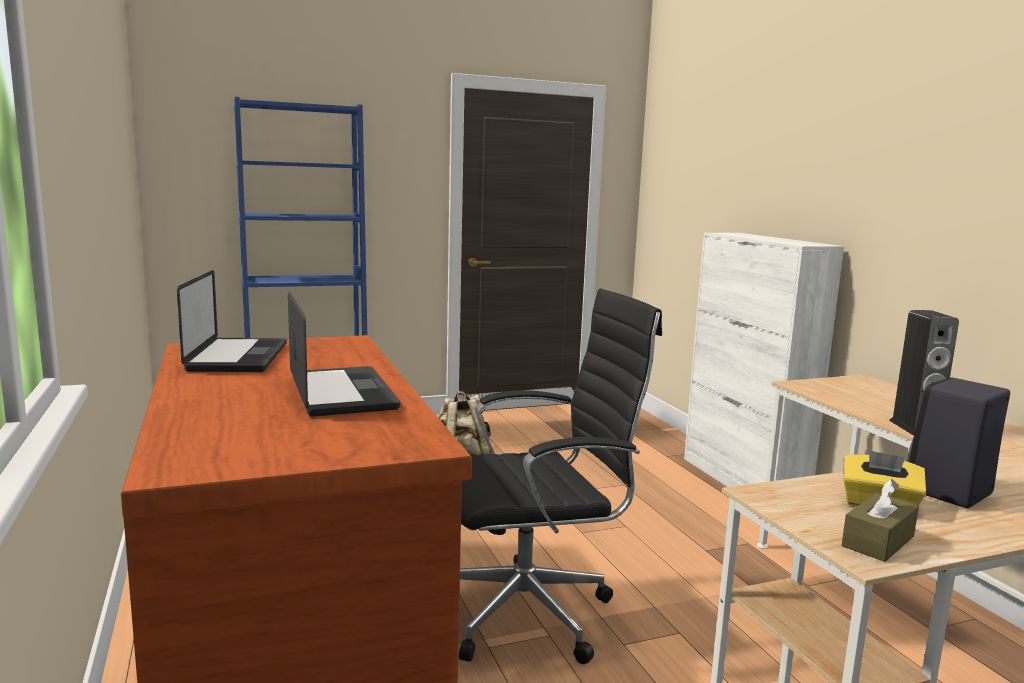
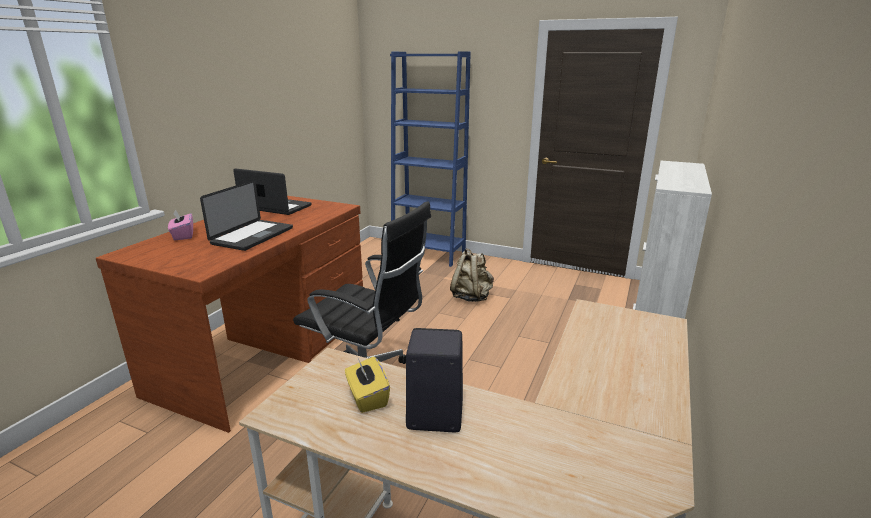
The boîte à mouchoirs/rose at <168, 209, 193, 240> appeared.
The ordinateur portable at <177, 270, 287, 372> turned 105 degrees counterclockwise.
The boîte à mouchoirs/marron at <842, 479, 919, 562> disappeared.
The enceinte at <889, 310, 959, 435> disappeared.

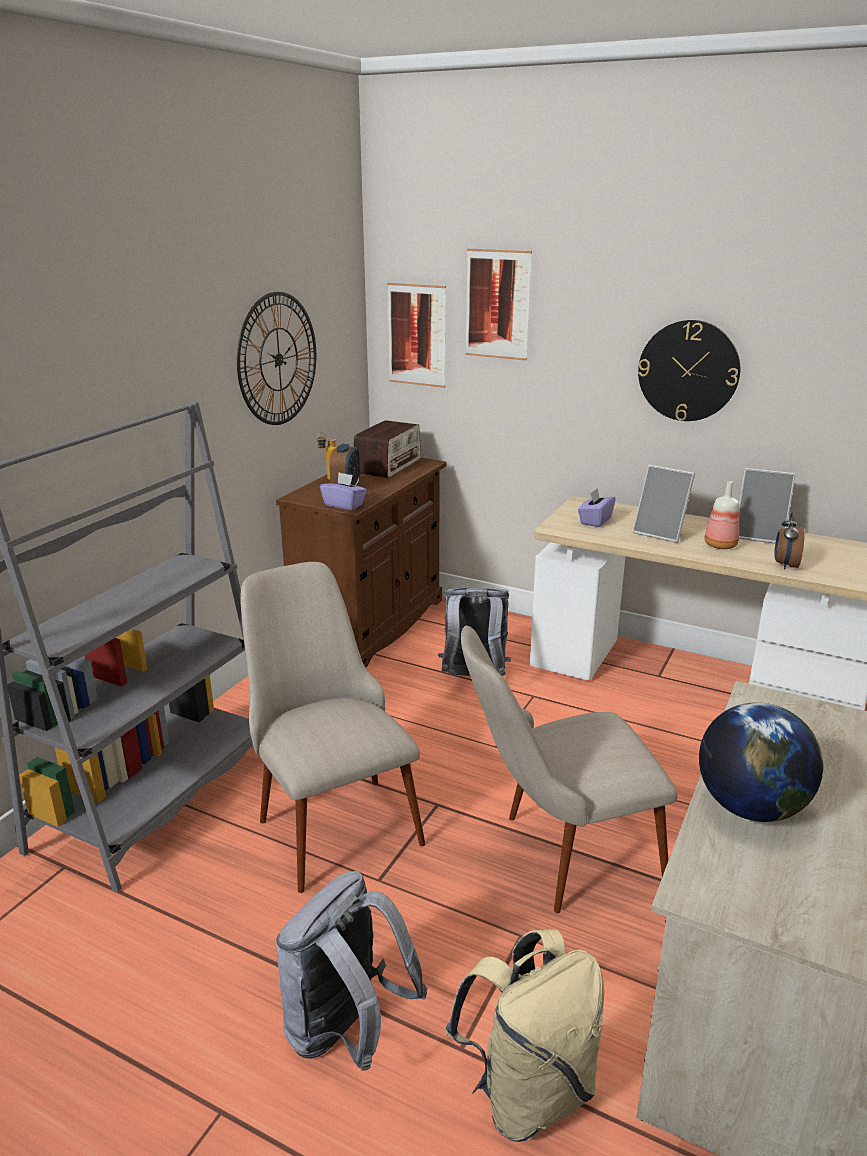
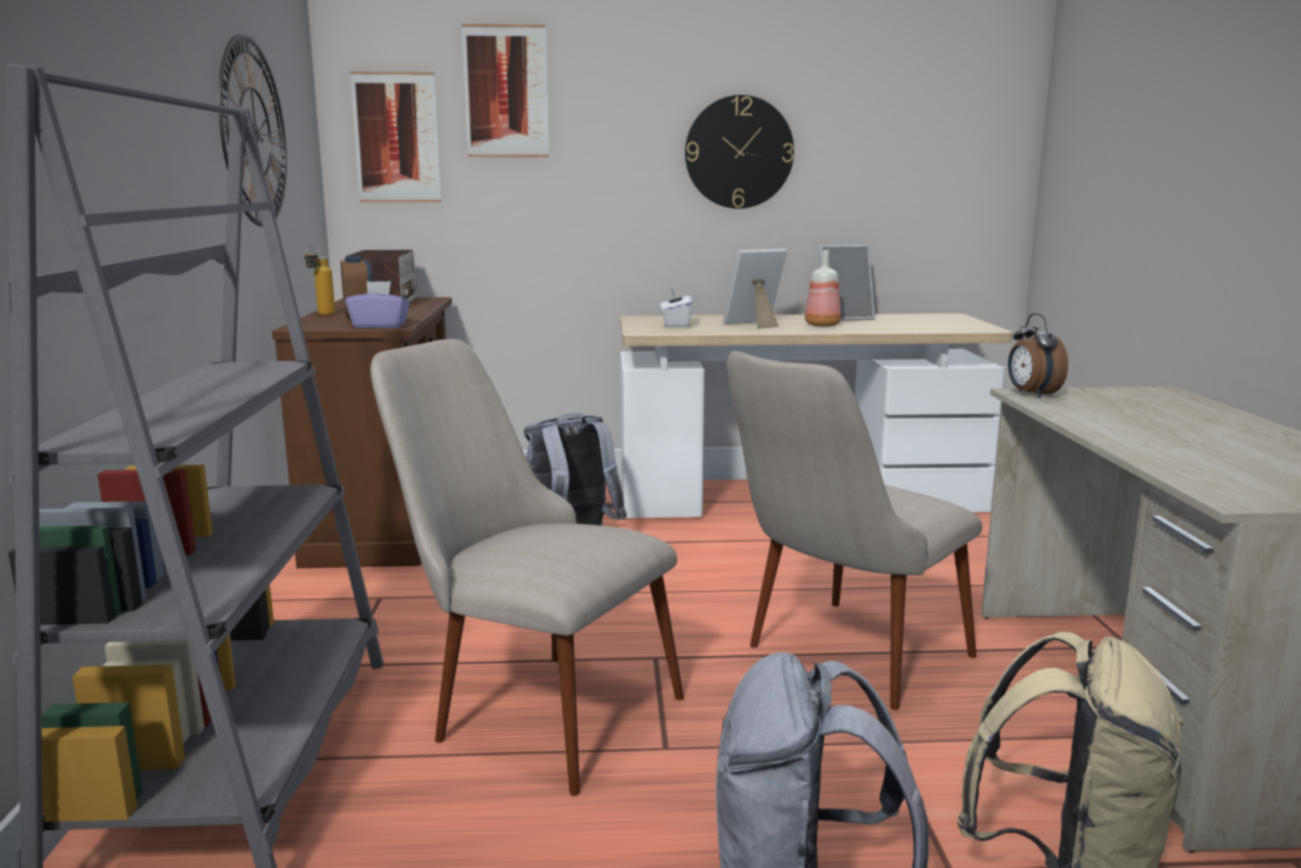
The boîte à mouchoirs/violet at <578, 488, 616, 527> became the boîte à mouchoirs/blanc at <660, 288, 692, 327>.
The cadre photo at <633, 464, 695, 543> turned 150 degrees clockwise.
The réveil moved from <774, 512, 805, 569> to <1008, 313, 1068, 398>.
The globe at <699, 702, 823, 822> disappeared.

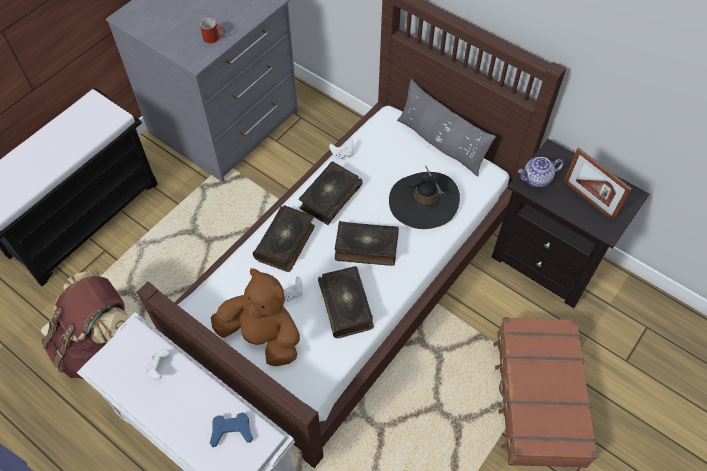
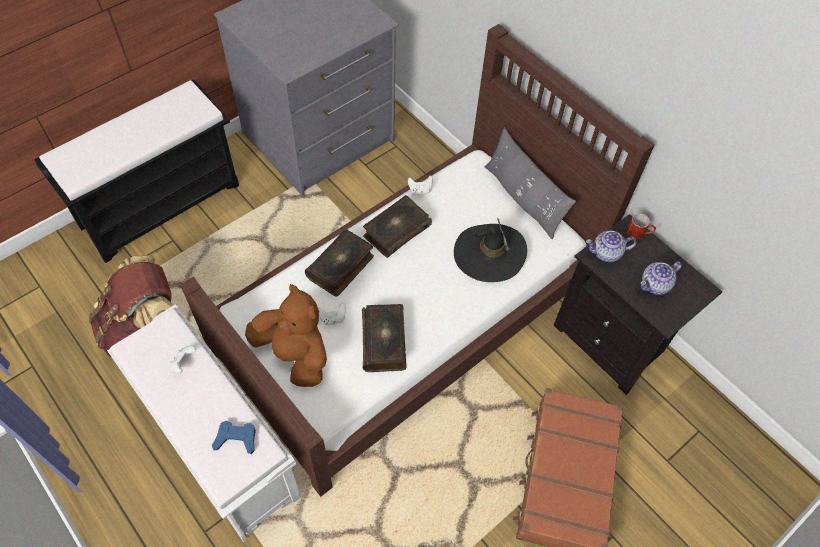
The mug/rouge moved from <200, 18, 225, 43> to <627, 213, 656, 239>.
The cadre photo at <564, 148, 632, 221> was replaced by the théière at <641, 261, 682, 295>.
The livre at <335, 221, 399, 266> disappeared.

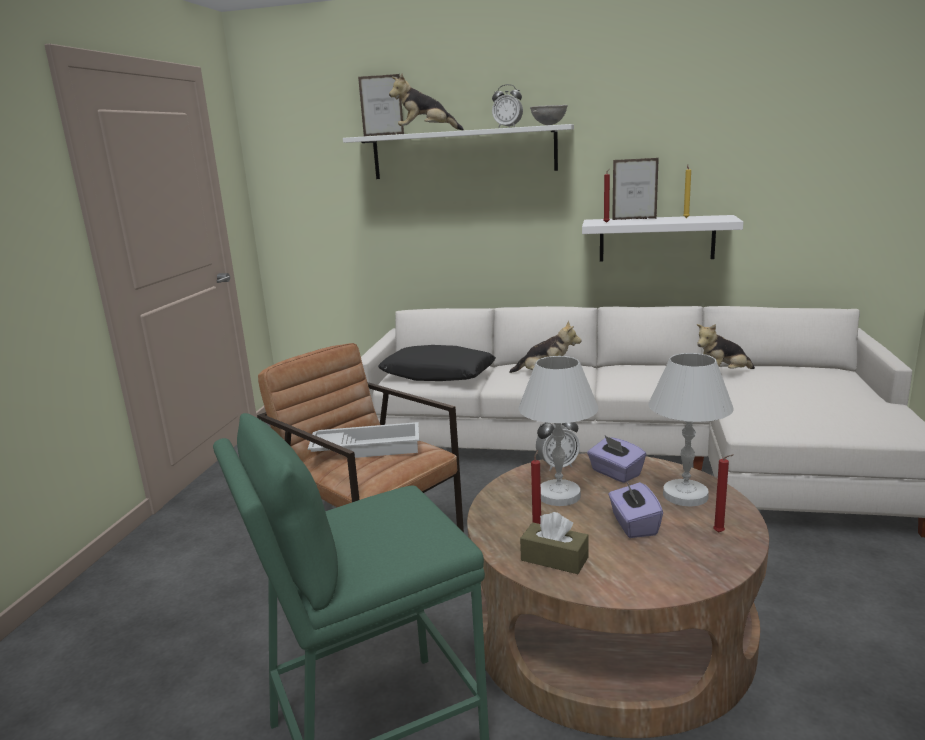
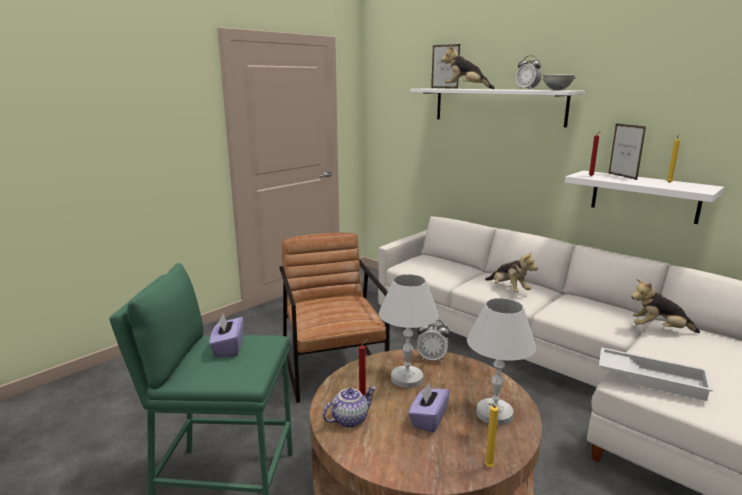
The boîte à mouchoirs/violet moved from <587, 436, 646, 483> to <209, 314, 244, 357>.
The boîte à mouchoirs/marron at <520, 512, 589, 574> was replaced by the théière at <322, 386, 376, 428>.
The bougie/jaune at <485, 404, 499, 467> appeared.
The plateau/blanc moved from <308, 422, 419, 458> to <599, 347, 713, 401>.
The cadre photo at <612, 158, 659, 220> turned 150 degrees counterclockwise.
The coussin/noir at <378, 345, 496, 381> disappeared.
The bougie/rouge at <713, 454, 734, 533> disappeared.

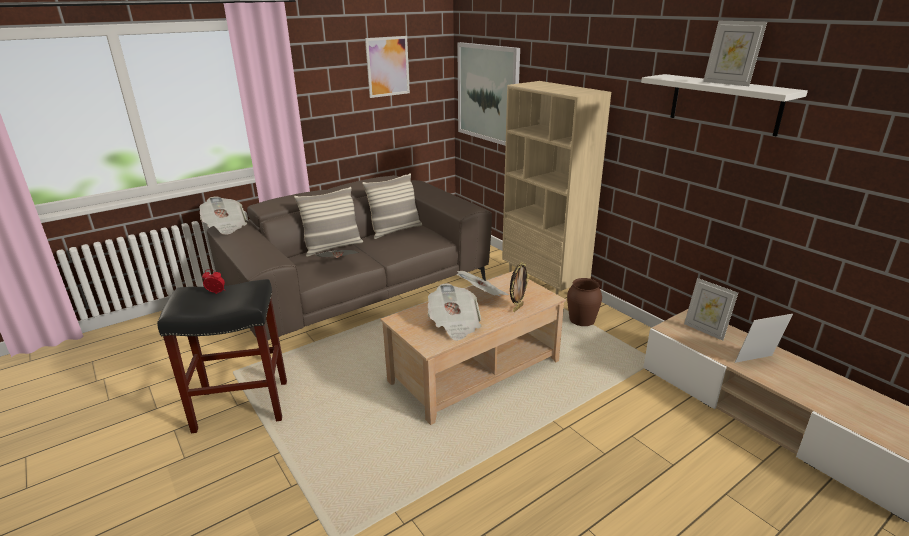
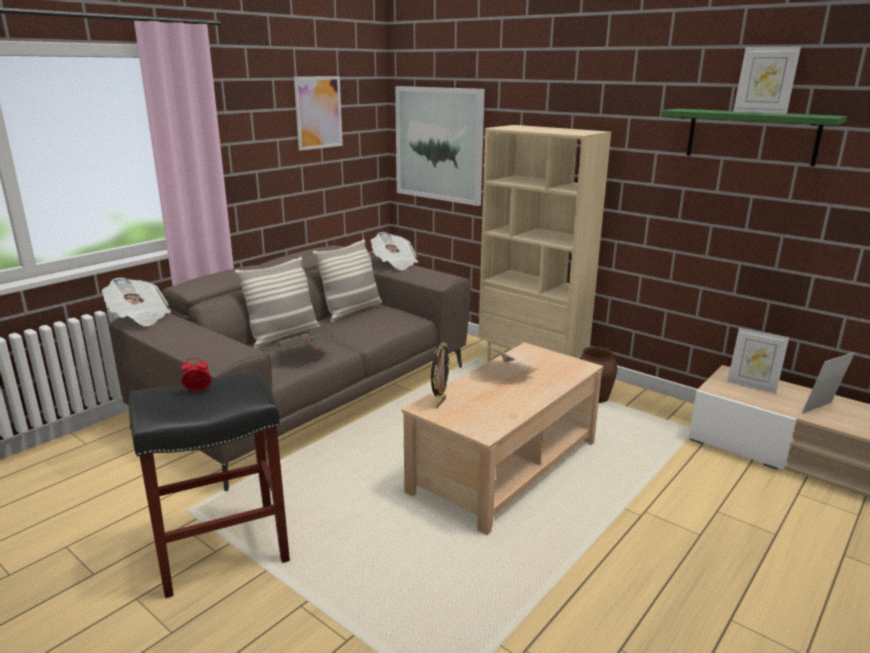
The journal moved from <428, 283, 482, 341> to <371, 232, 418, 270>.
The cadre photo moved from <510, 263, 529, 312> to <431, 342, 450, 408>.
The étagère/blanc at <641, 74, 808, 136> became the étagère/vert at <661, 109, 847, 166>.

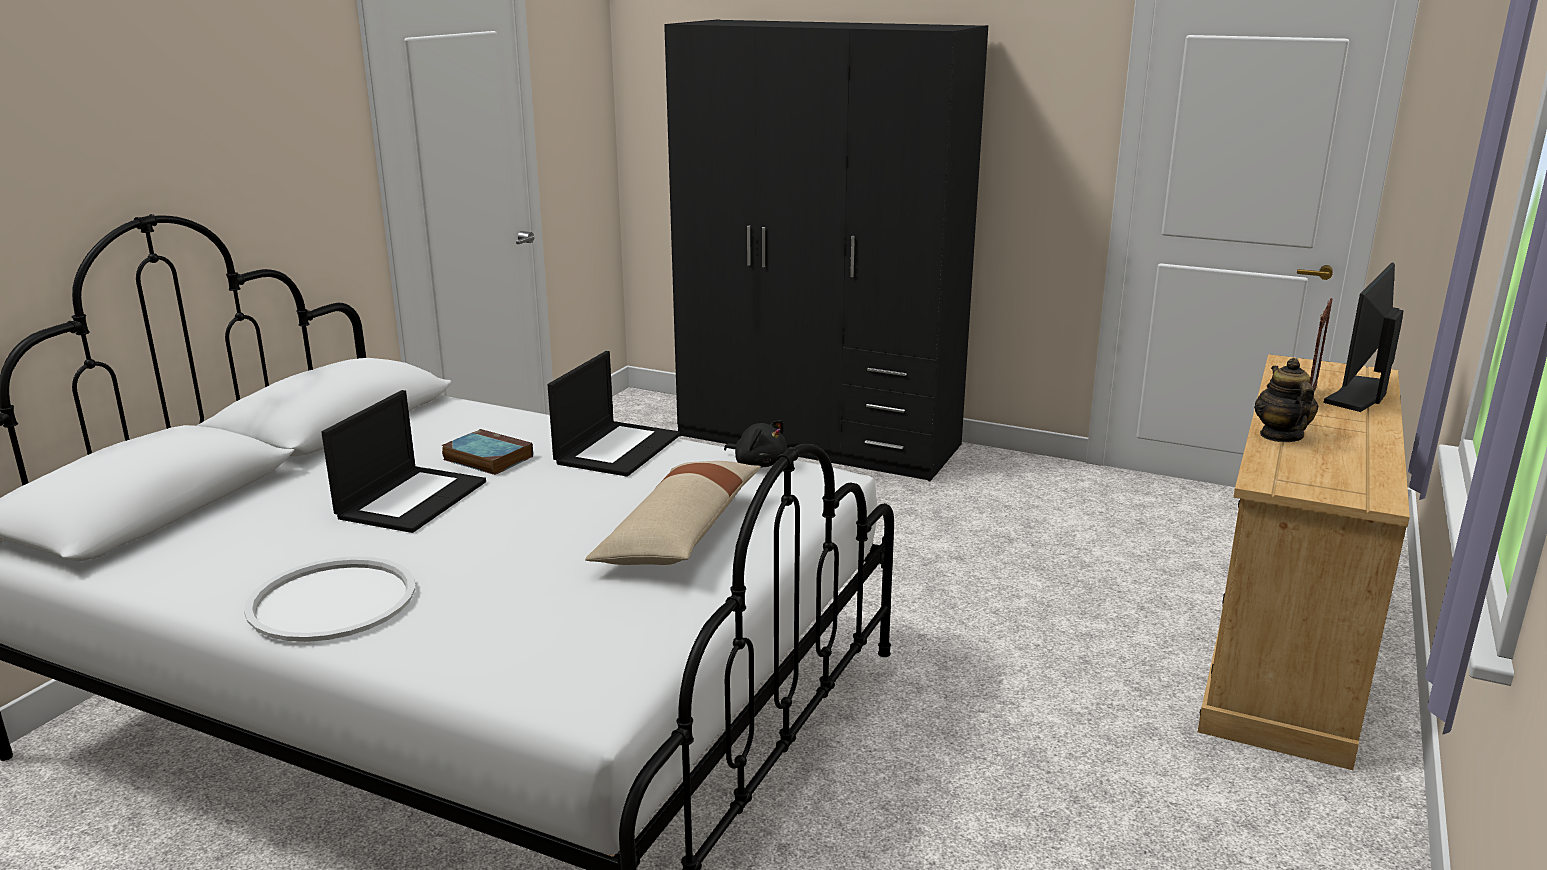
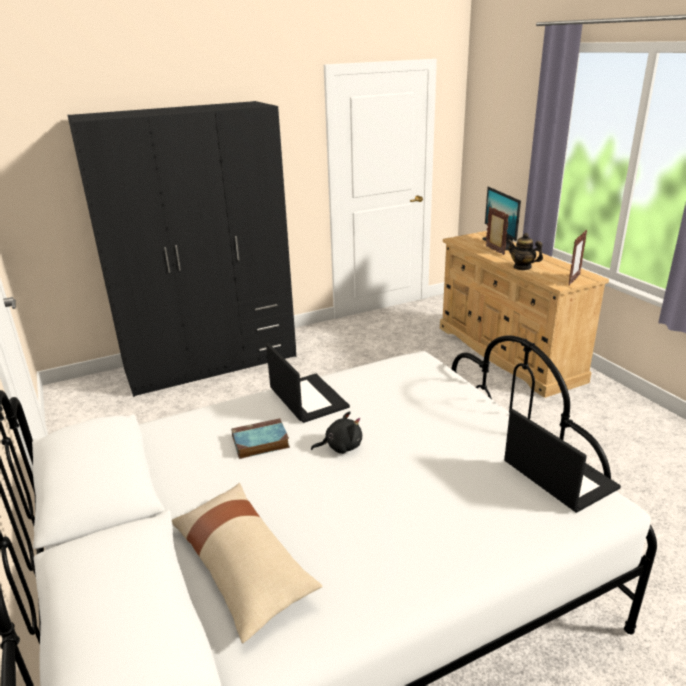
The coussin/beige moved from <585, 461, 761, 565> to <172, 483, 323, 643>.
The peluche/noir moved from <724, 420, 787, 468> to <311, 411, 362, 454>.
The ordinateur portable moved from <321, 390, 486, 533> to <504, 409, 621, 513>.
The cadre photo at <569, 230, 587, 286> appeared.
The plateau/blanc at <244, 556, 415, 642> disappeared.

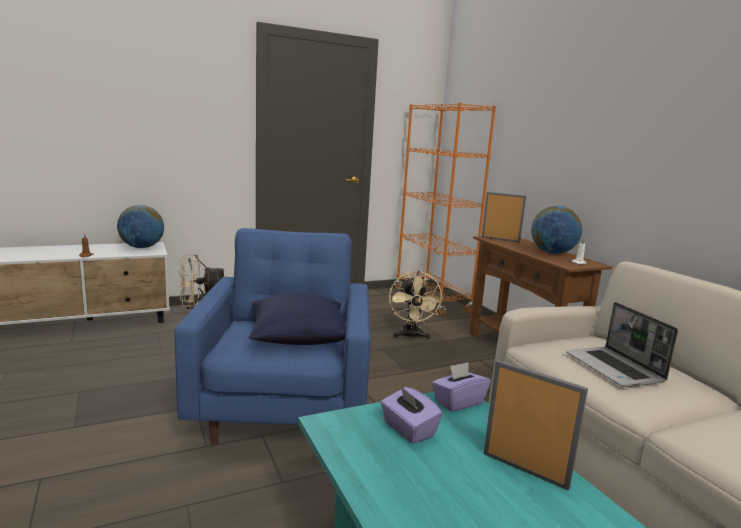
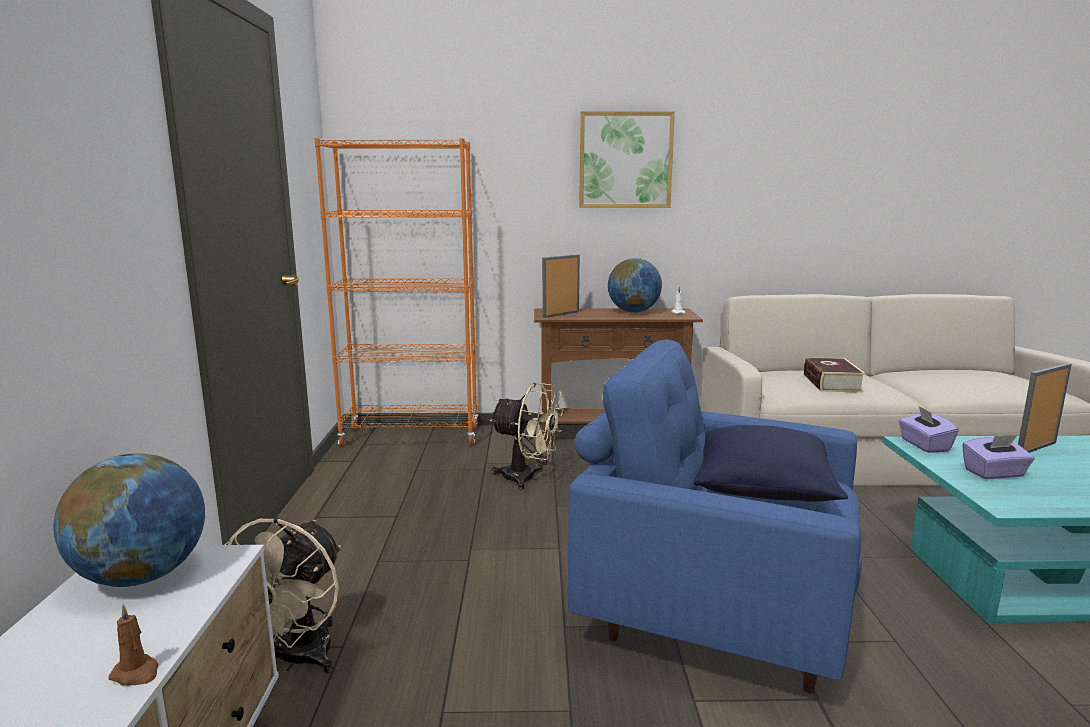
The tableau at <579, 111, 675, 208> appeared.
The ordinateur portable at <566, 302, 678, 387> was replaced by the livre at <804, 358, 866, 393>.

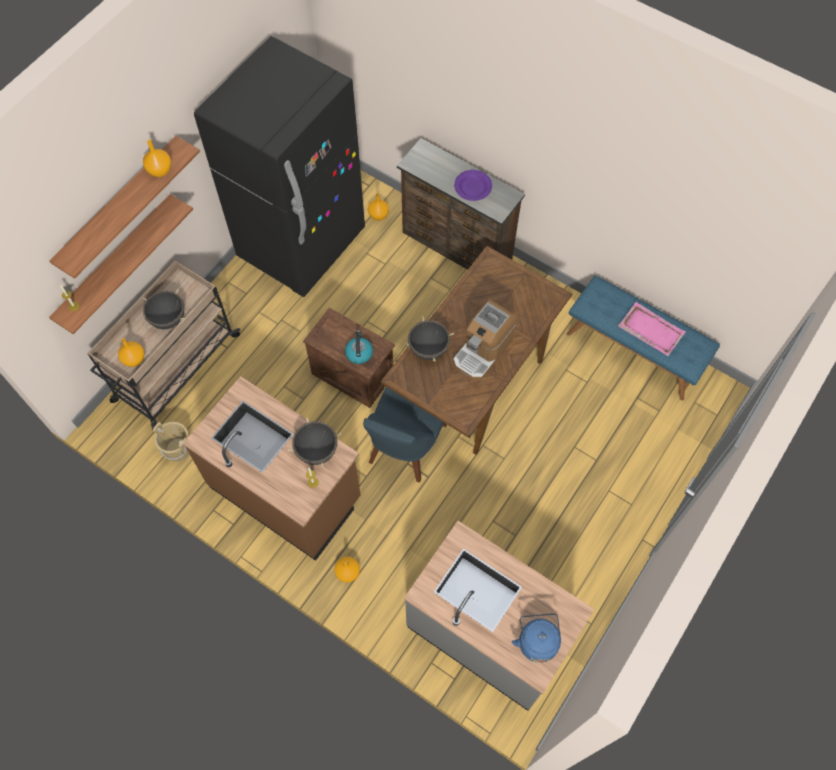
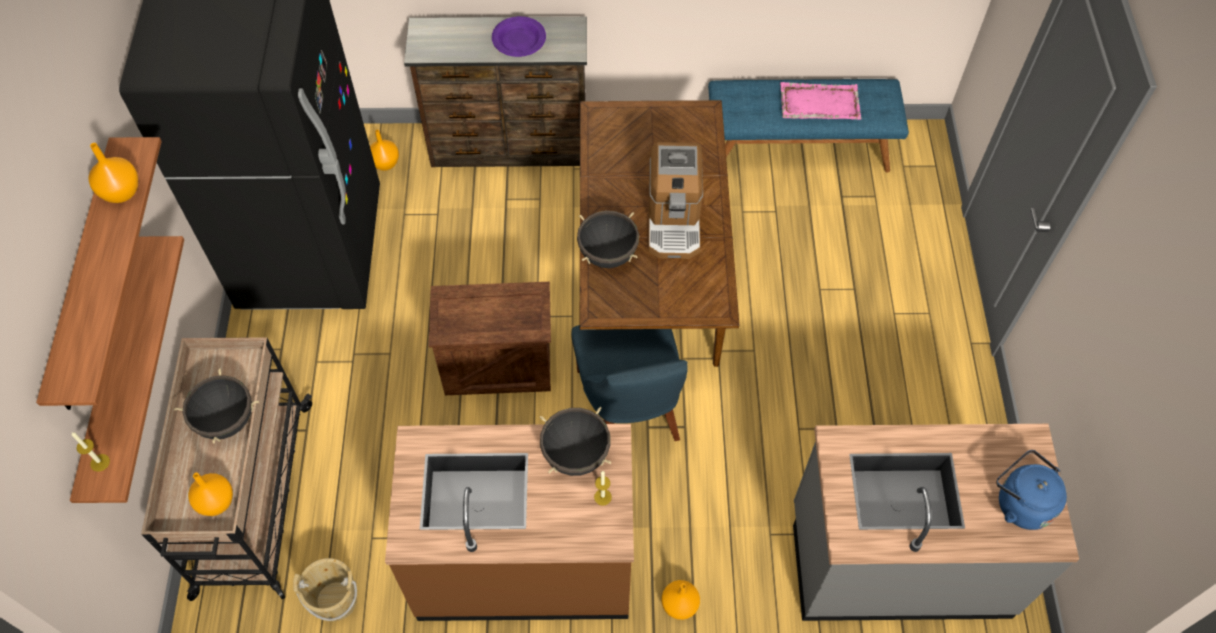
The bouilloire at <345, 330, 373, 364> disappeared.

